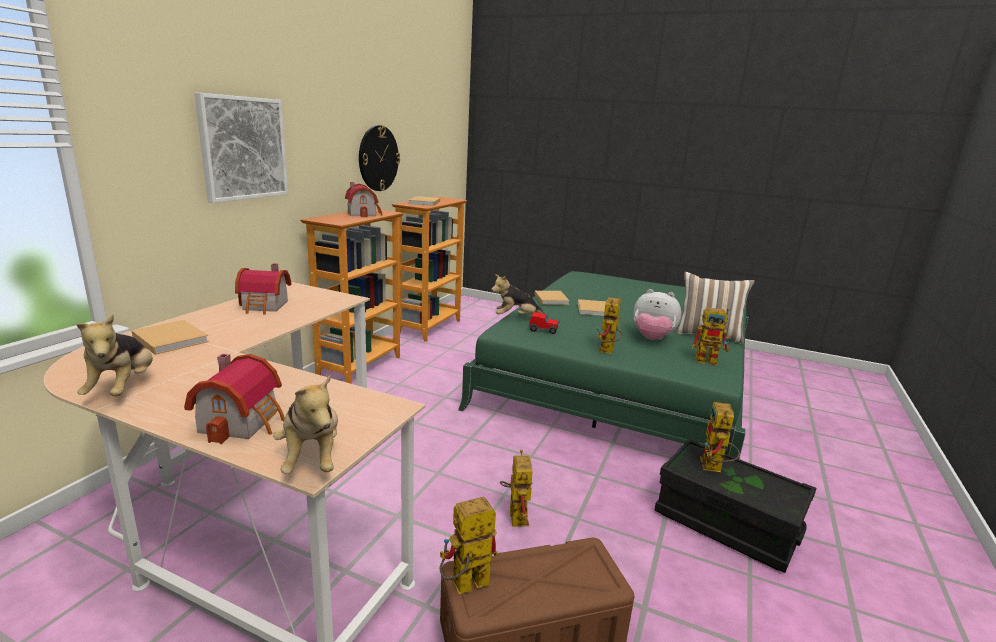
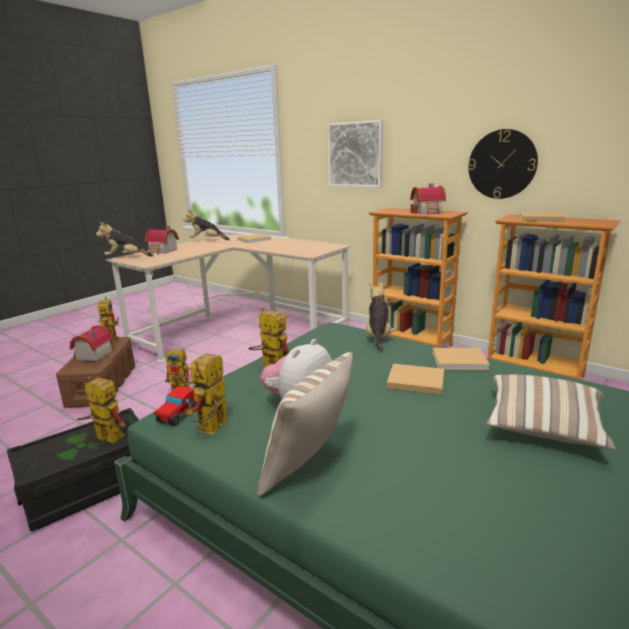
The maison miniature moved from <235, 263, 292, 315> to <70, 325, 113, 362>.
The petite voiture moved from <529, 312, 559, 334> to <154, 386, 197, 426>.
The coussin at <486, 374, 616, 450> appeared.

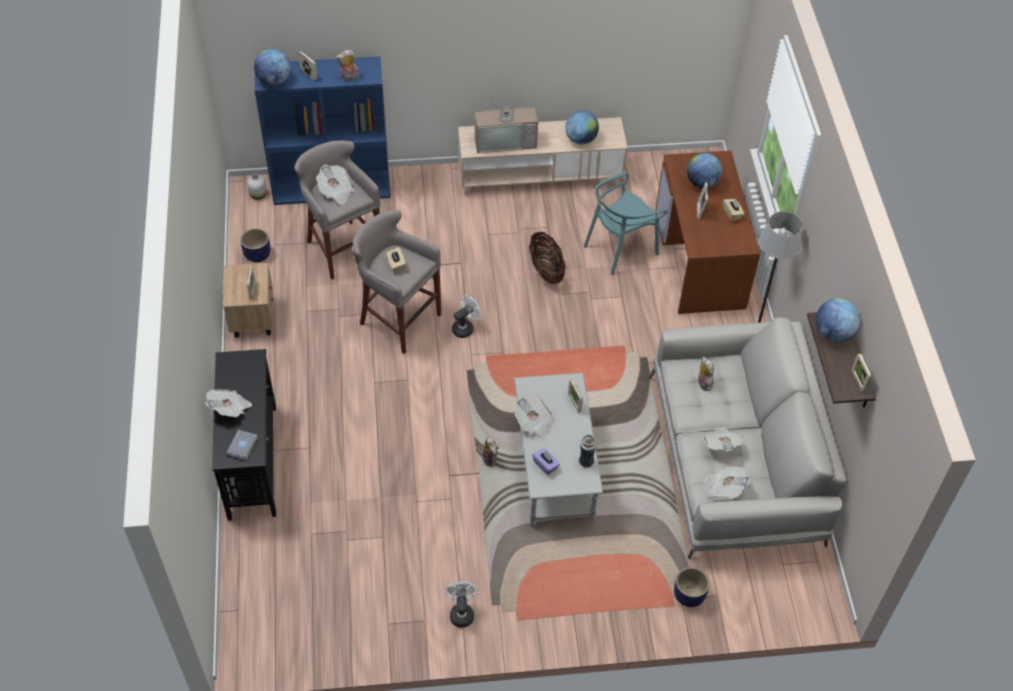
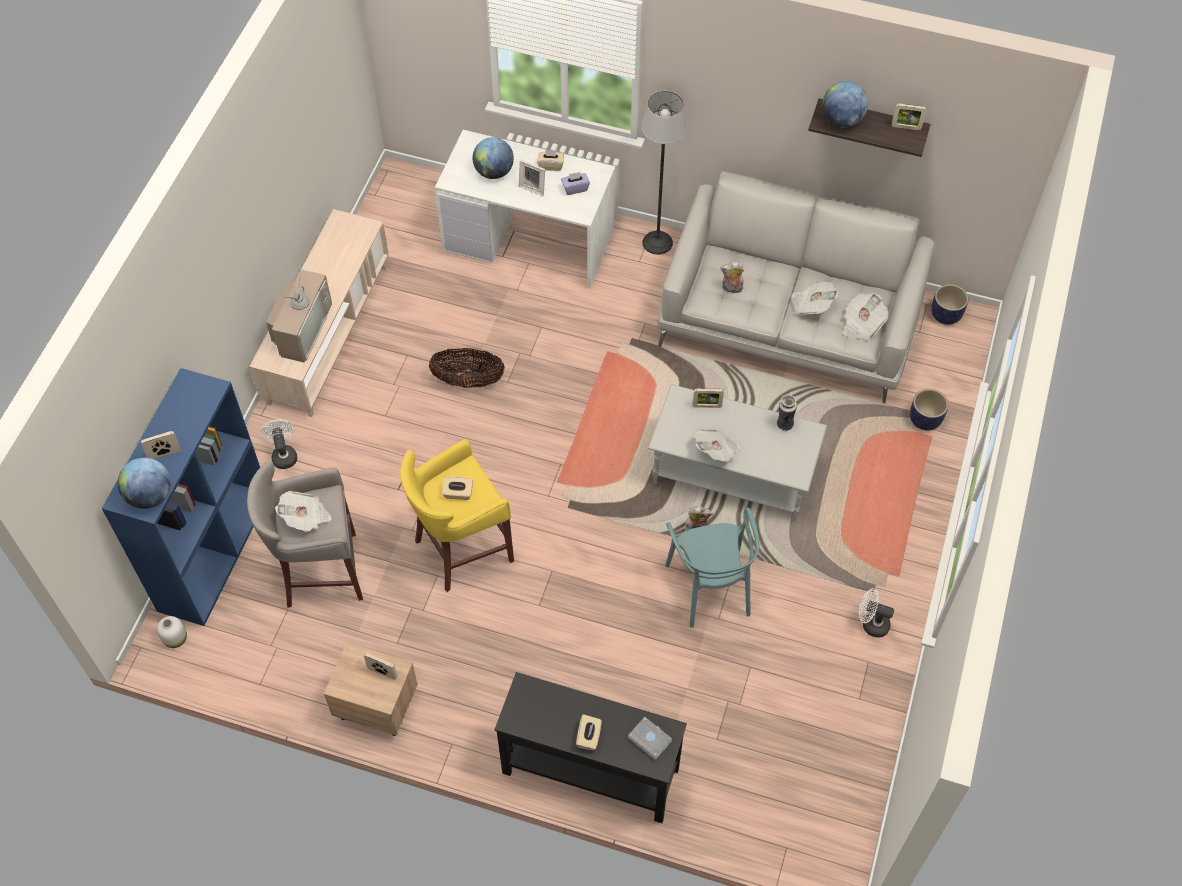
The ventilateur/blanc moved from <452, 295, 481, 338> to <260, 419, 297, 469>.
The tabouret/gris at <353, 210, 441, 354> became the tabouret/jaune at <400, 439, 514, 592>.
The bureau/marron at <655, 151, 760, 314> became the bureau/blanc at <435, 130, 615, 288>.
The boîte à mouchoirs/violet moved from <532, 448, 560, 475> to <561, 172, 590, 195>.
The journal at <205, 389, 252, 417> was replaced by the boîte à mouchoirs/beige at <576, 714, 602, 750>.
The chaise/turquoise moved from <584, 172, 667, 275> to <665, 507, 760, 628>.
The cache-pot moved from <240, 228, 270, 262> to <931, 284, 968, 325>.
The peluche at <335, 50, 359, 81> disappeared.
The globe at <565, 110, 599, 144> disappeared.

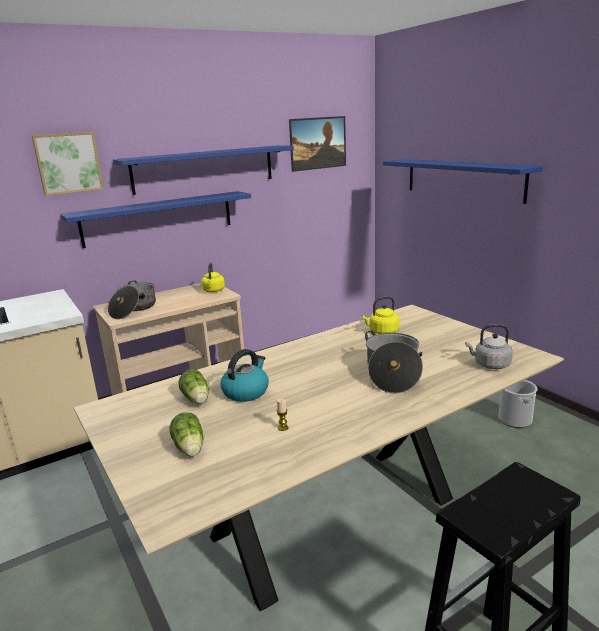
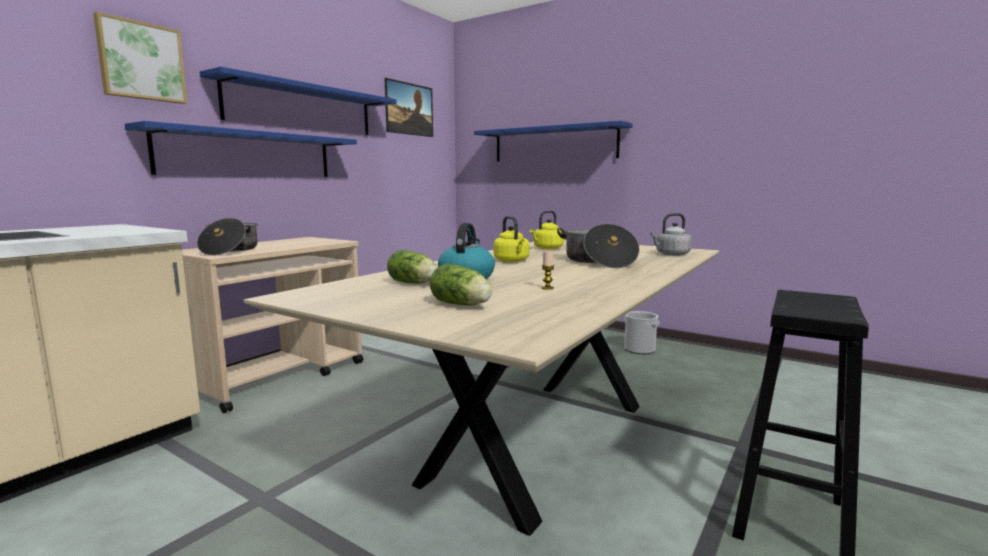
The bouilloire/jaune moved from <201, 263, 225, 292> to <494, 216, 529, 262>.

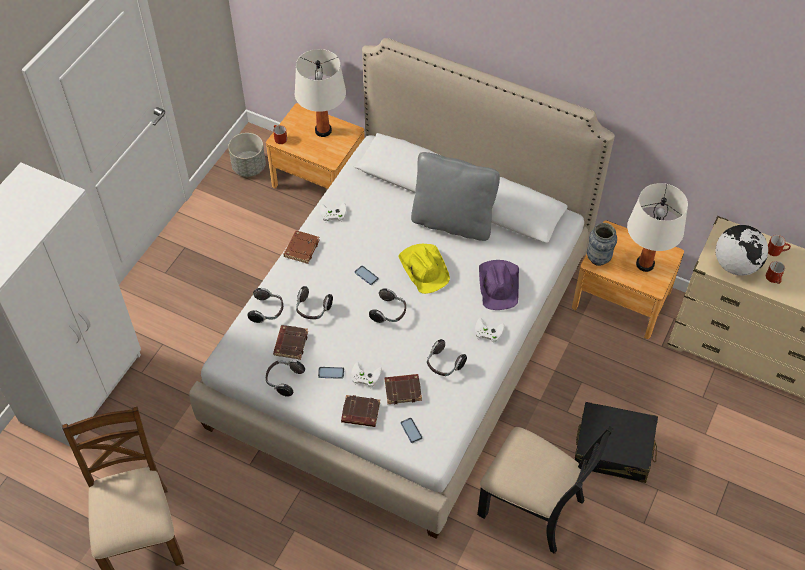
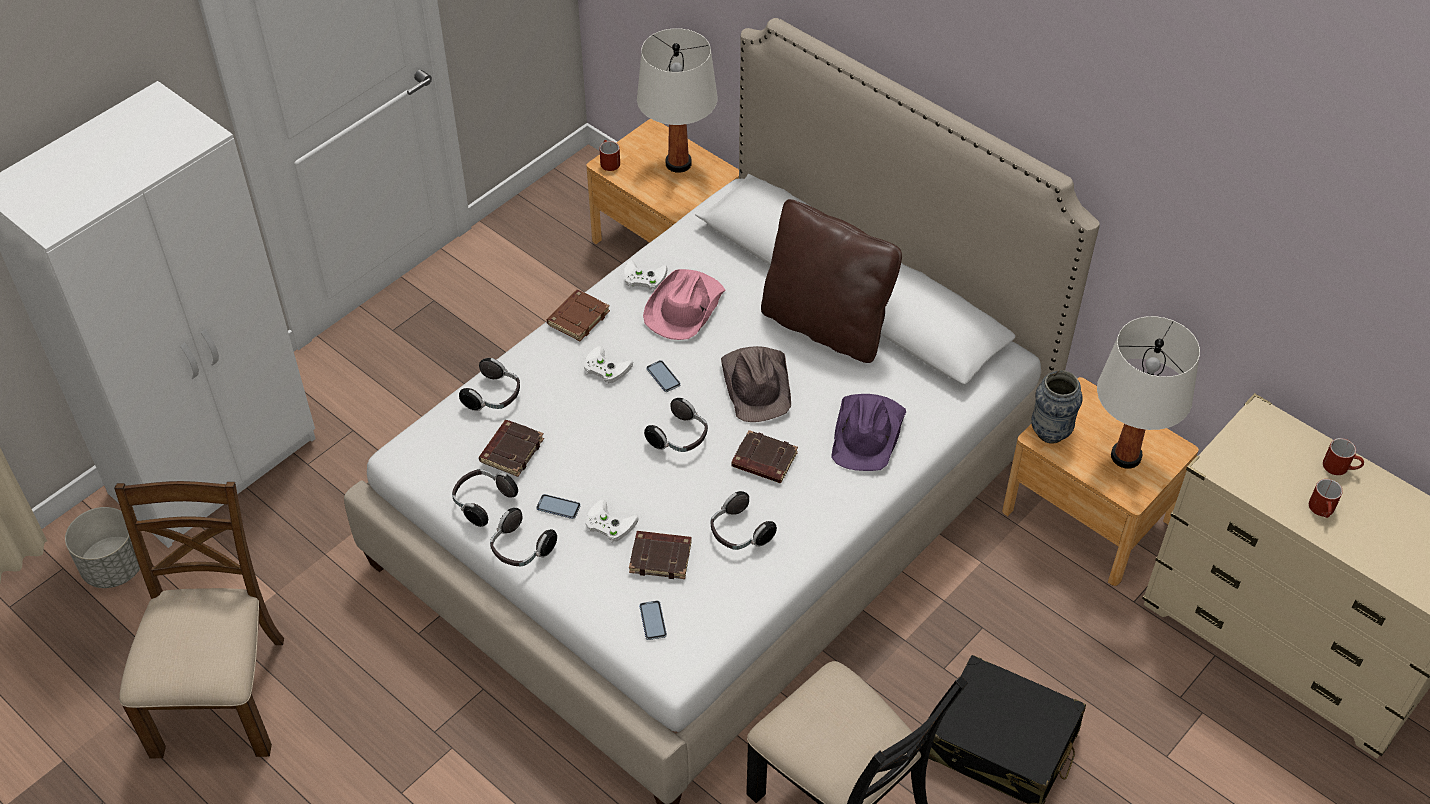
The cache-pot/gris moved from <228, 133, 266, 177> to <65, 507, 140, 588>.
The casque audio moved from <296, 286, 333, 319> to <490, 508, 557, 567>.
The manette/blanc moved from <475, 318, 505, 343> to <583, 346, 633, 385>.
The chapeau/rose at <643, 269, 726, 340> appeared.
The chapeau/jaune at <398, 244, 450, 294> became the chapeau/marron at <721, 346, 791, 422>.
The livre/marron moved from <341, 395, 380, 427> to <731, 430, 798, 483>.
The coussin/gris at <411, 152, 500, 241> became the coussin/marron at <761, 199, 902, 363>.
The globe at <715, 225, 768, 276> disappeared.

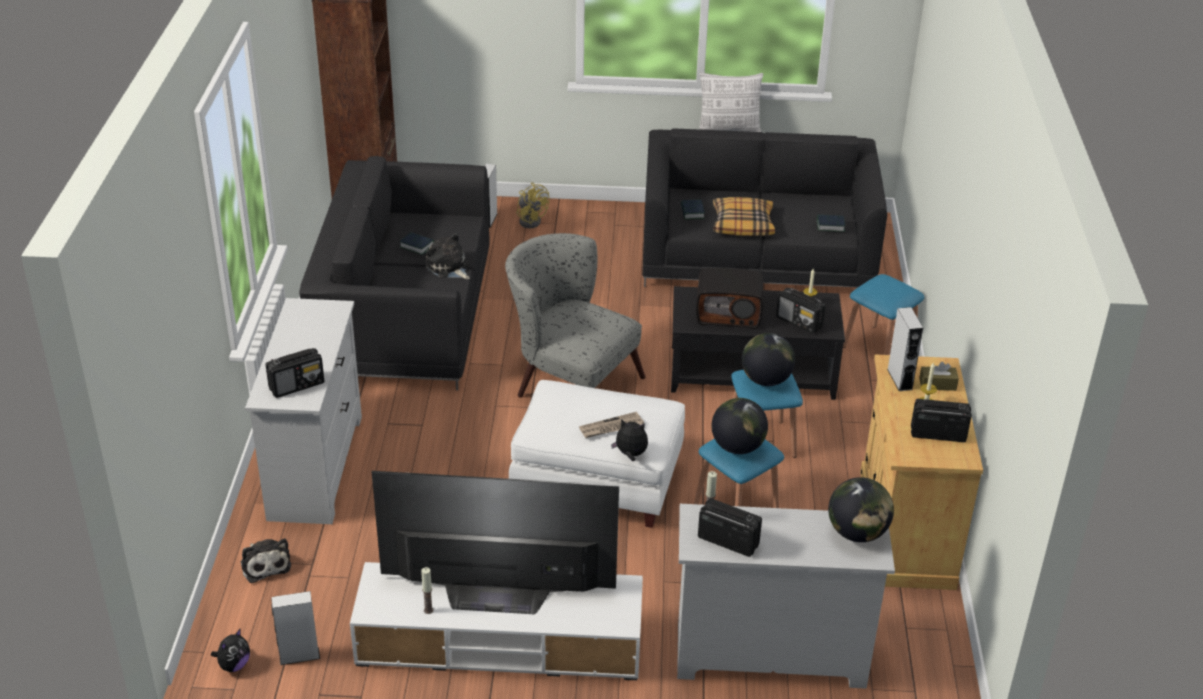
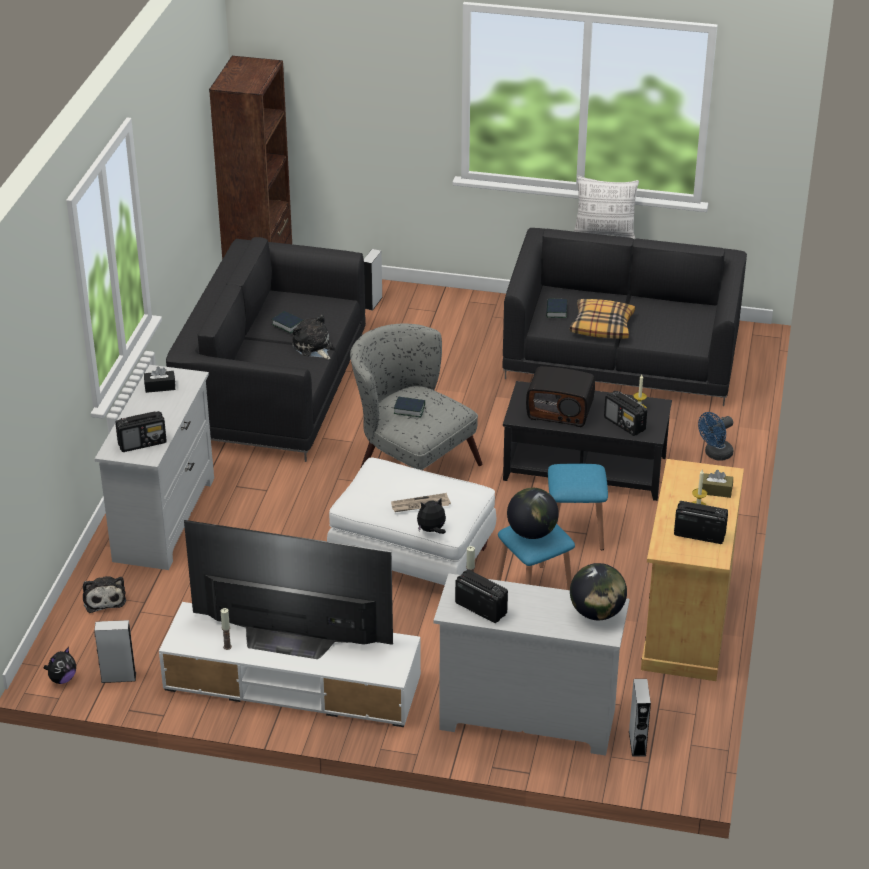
The boîte à mouchoirs/noir at <144, 367, 175, 393> appeared.
The livre moved from <817, 214, 845, 232> to <394, 397, 425, 417>.
The peluche at <611, 419, 648, 461> turned 45 degrees counterclockwise.
The enceinte/gris moved from <887, 307, 923, 391> to <629, 679, 651, 757>.
The tabouret/bleu at <843, 274, 924, 355> was replaced by the ventilateur/bleu at <698, 412, 733, 460>.
The ventilateur/jaune at <516, 182, 550, 228> disappeared.
The globe at <742, 333, 795, 386> disappeared.

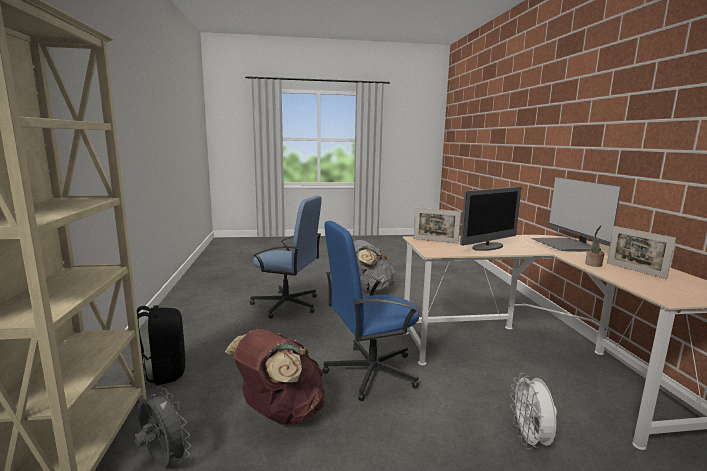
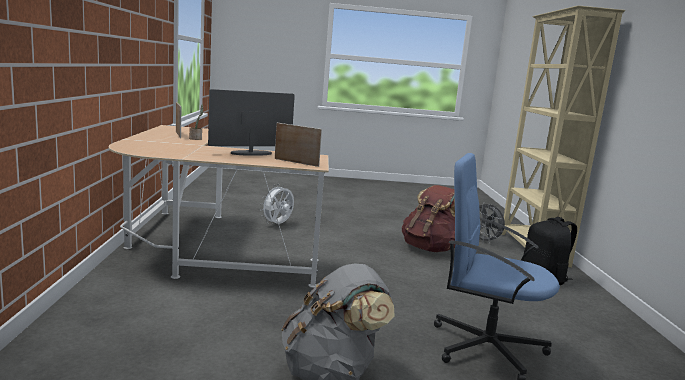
The ventilateur/blanc at <510, 373, 557, 450> turned 150 degrees counterclockwise.
The chaise de bureau/bleu at <322, 221, 419, 401> disappeared.
The écran d'ordinateur at <531, 177, 621, 252> disappeared.

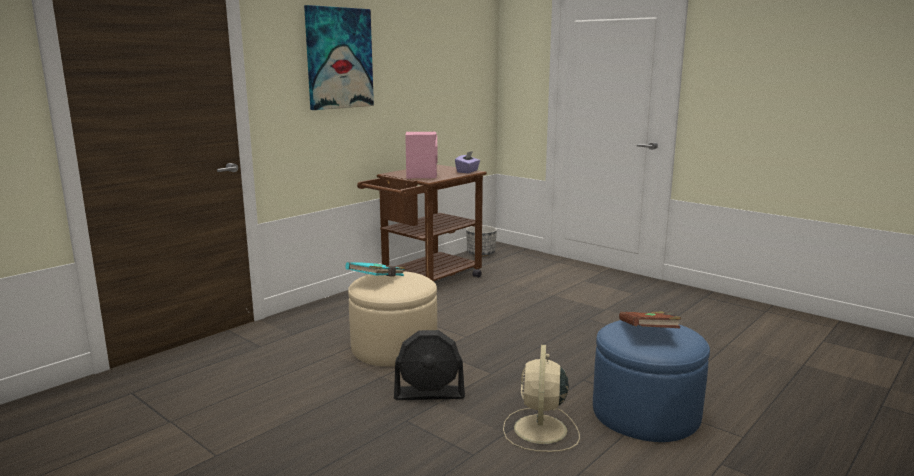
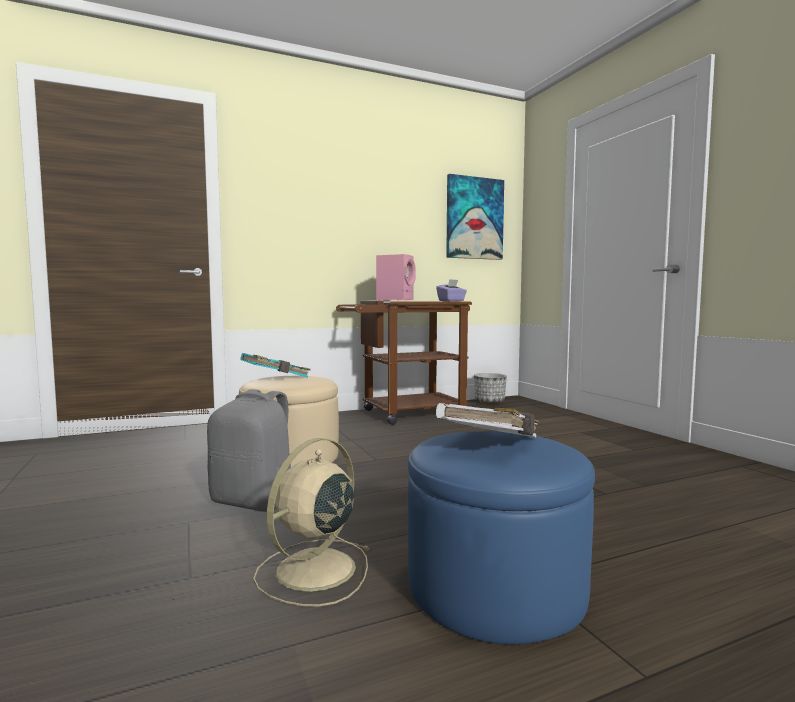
The ventilateur/noir at <394, 330, 465, 400> was replaced by the sac à dos/gris at <207, 389, 291, 512>.
The livre/marron at <619, 312, 681, 328> became the livre/blanc at <436, 403, 539, 437>.
The tableau moved from <304, 5, 374, 110> to <446, 174, 504, 260>.

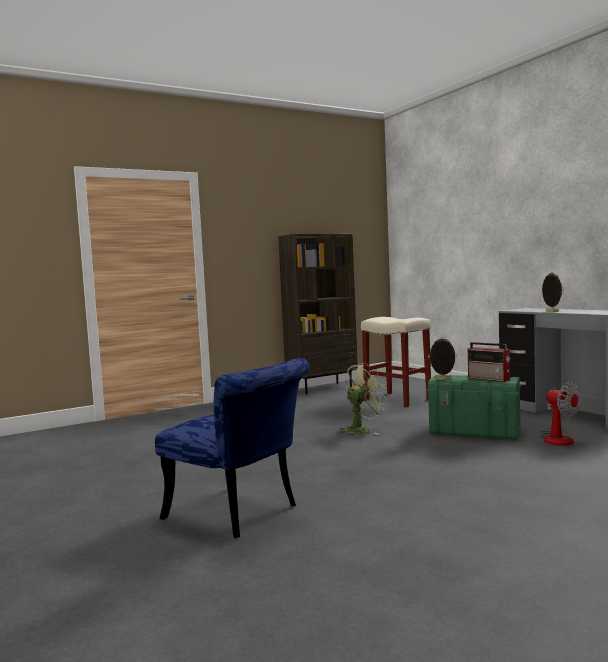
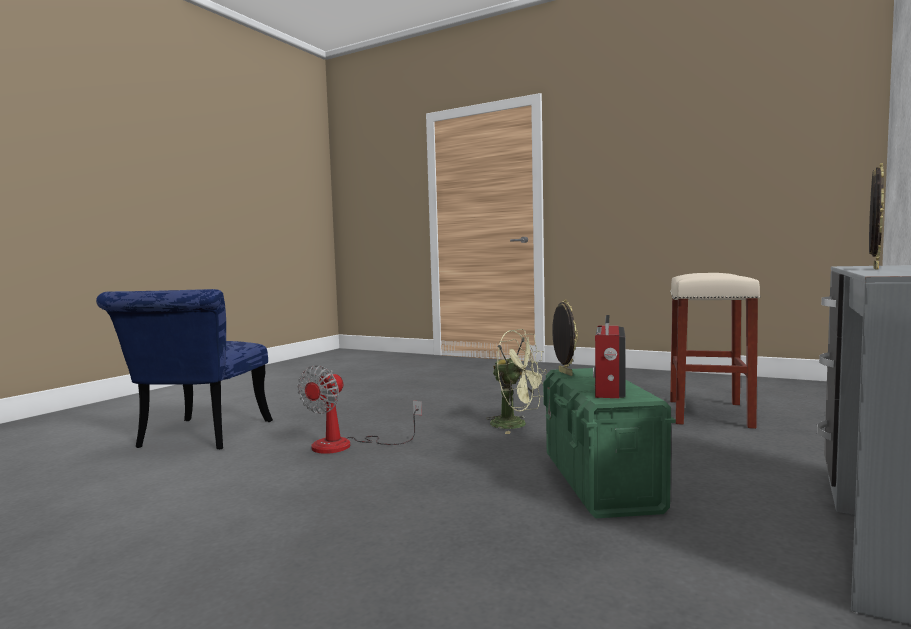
The ventilateur moved from <540, 382, 581, 446> to <297, 365, 422, 454>.
The bibliothèque/marron at <278, 233, 358, 394> disappeared.

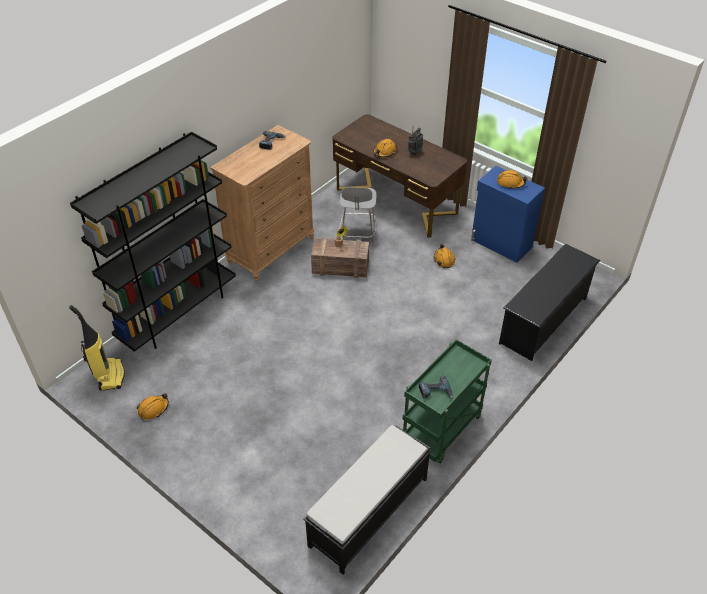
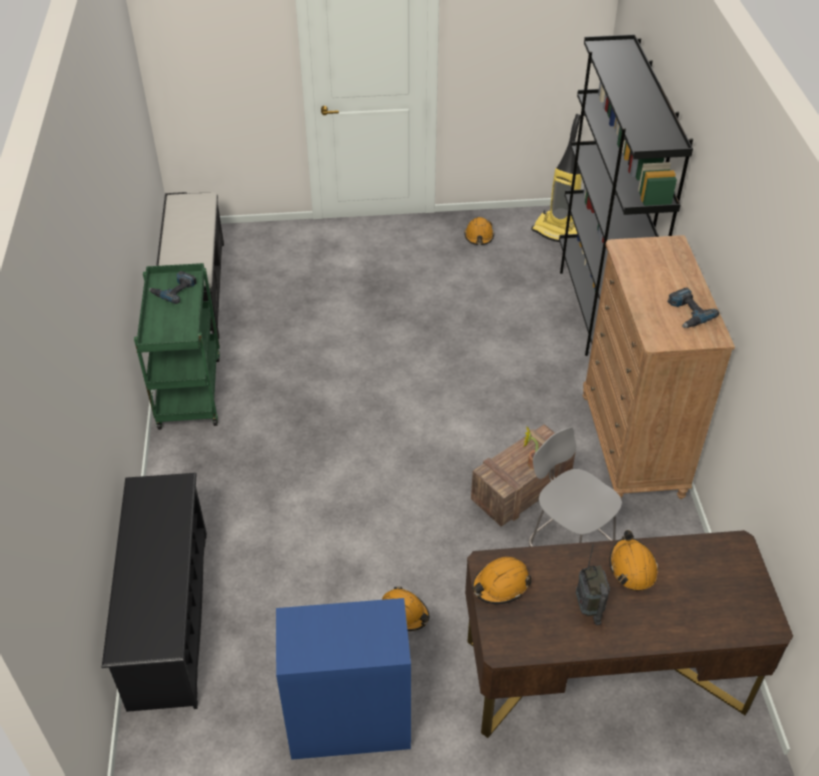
The casque de chantier/orange moved from <497, 170, 527, 189> to <472, 557, 531, 604>.

